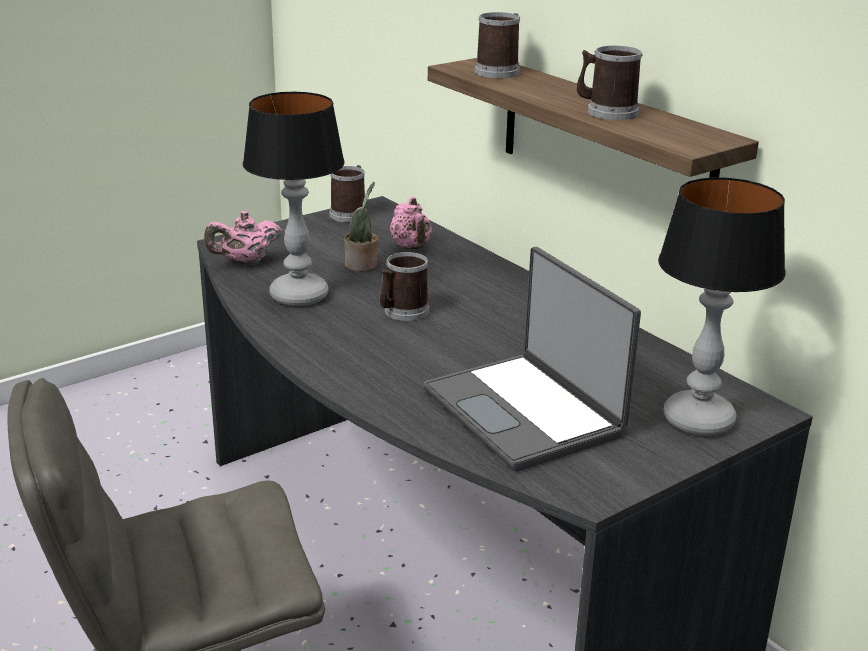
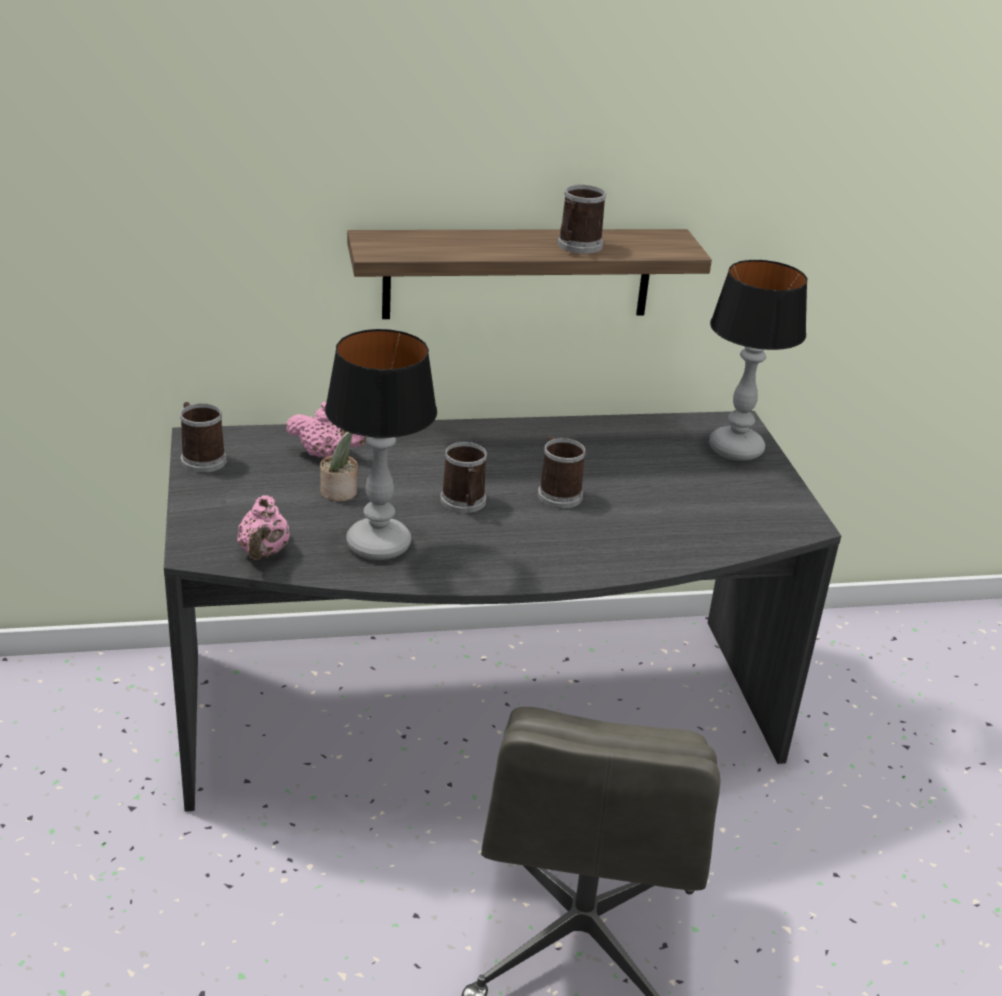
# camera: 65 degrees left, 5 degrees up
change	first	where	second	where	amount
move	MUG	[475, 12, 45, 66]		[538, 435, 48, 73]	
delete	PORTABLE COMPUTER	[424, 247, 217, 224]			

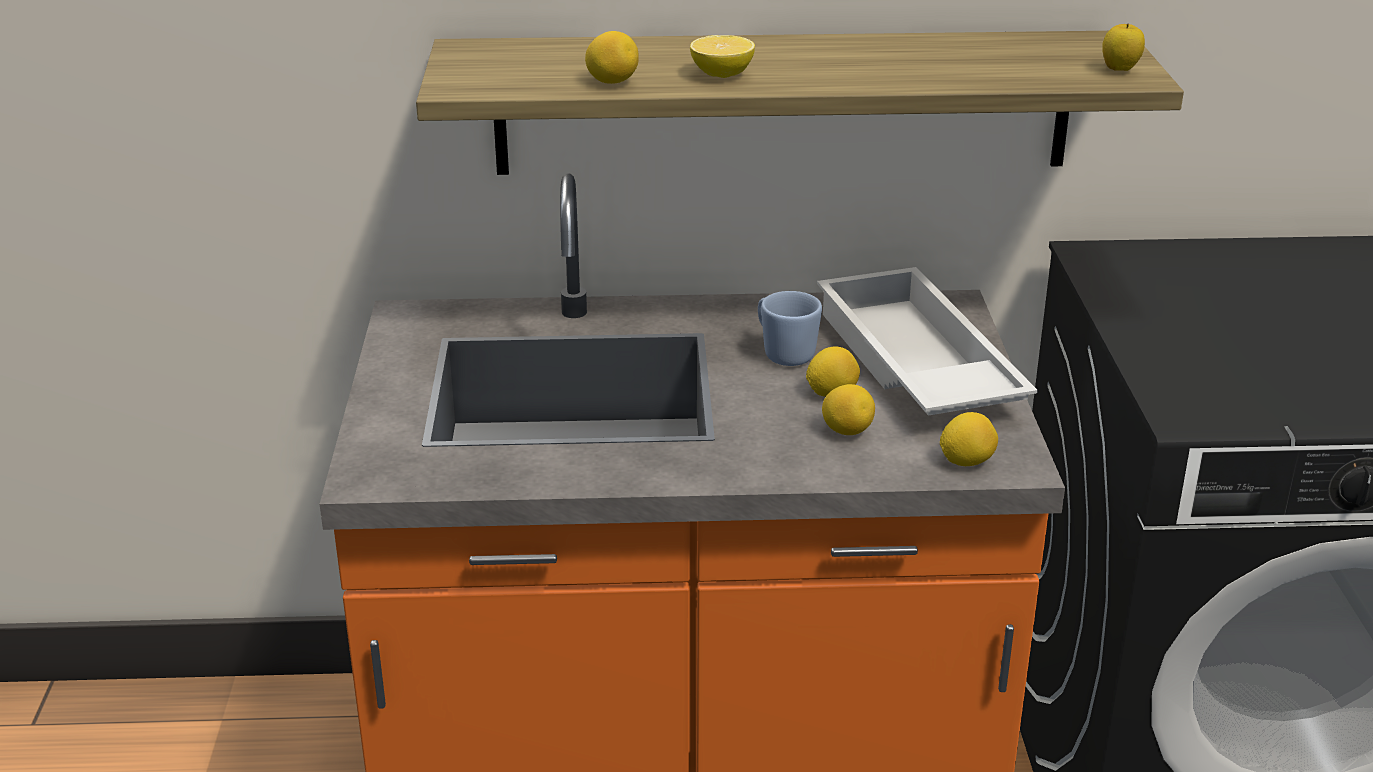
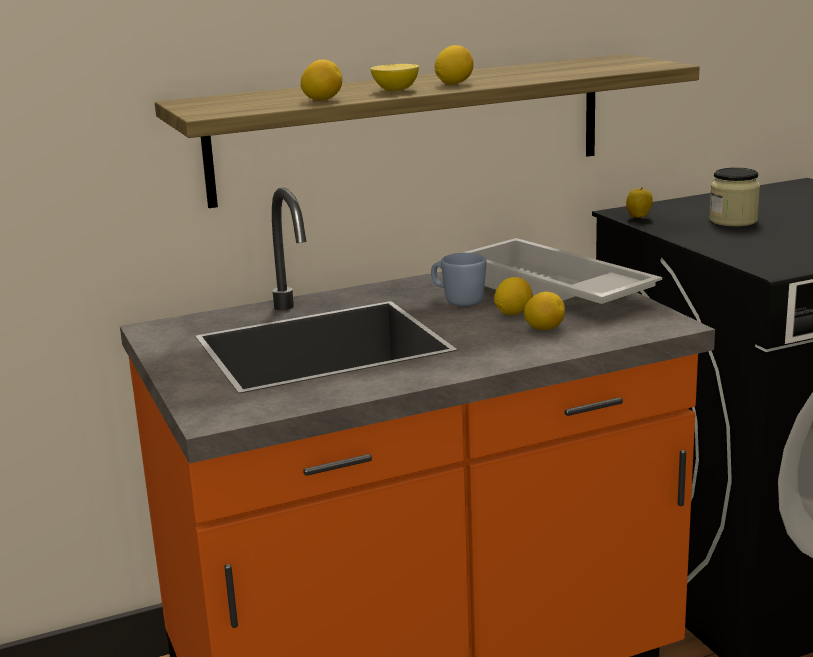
# camera: 20 degrees left, 10 degrees down
change	first	where	second	where	amount
move	APPLE FRUIT	[1102, 24, 43, 47]		[626, 188, 27, 30]	
move	CITRUS FRUIT	[940, 412, 58, 54]		[434, 45, 40, 39]	
insert			JAR	[709, 167, 51, 59]	

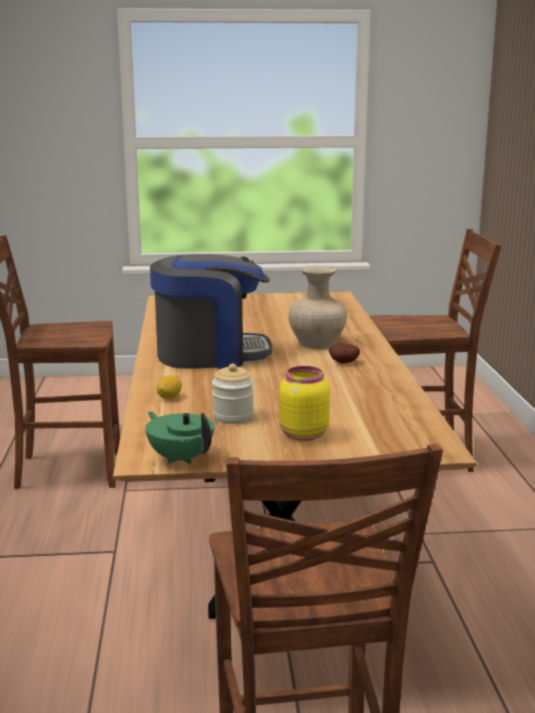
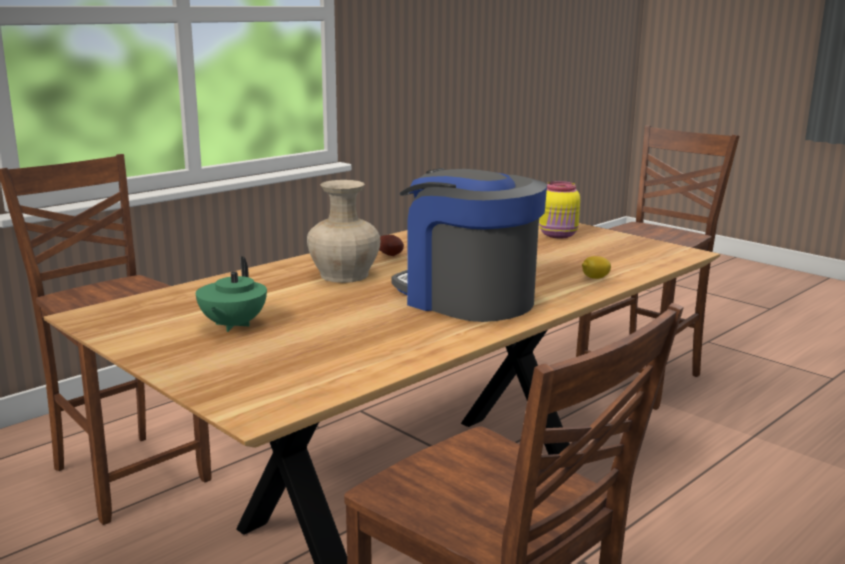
# camera: 130 degrees left, 0 degrees up
change	first	where	second	where	amount
delete	JAR	[212, 363, 42, 61]			
move	GREEN TEAPOT	[146, 411, 68, 53]		[196, 257, 71, 75]	

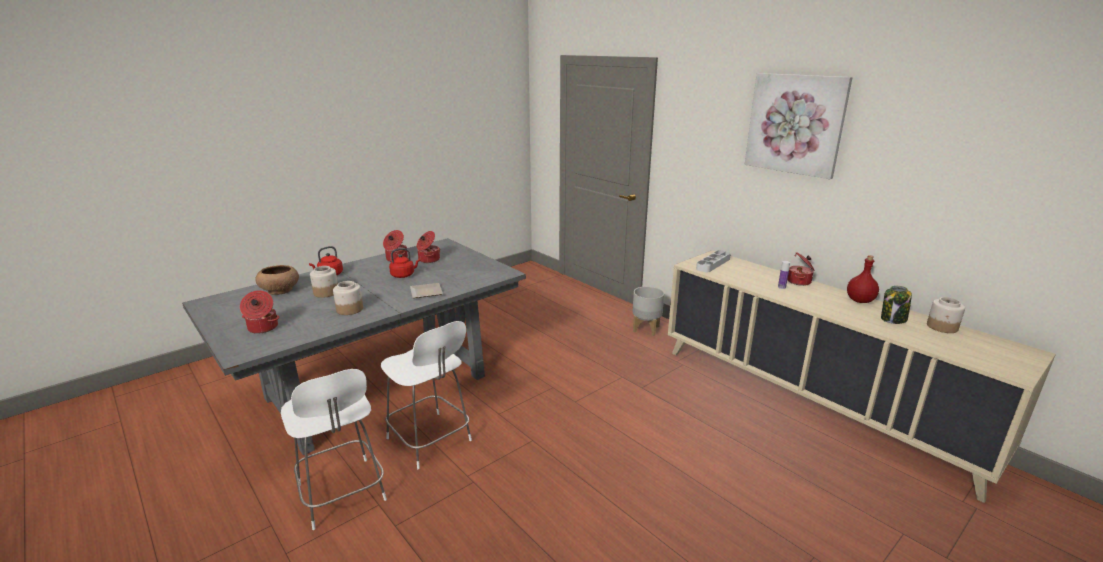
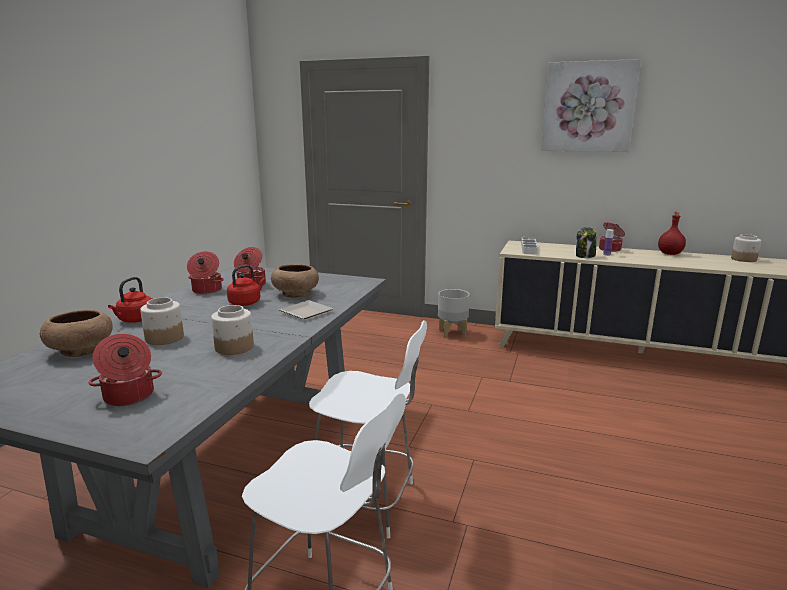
# camera: 30 degrees left, 5 degrees down
change	first	where	second	where	amount
move	JAR	[881, 286, 31, 38]		[576, 227, 21, 31]	
insert			BROWN BOWL	[271, 264, 48, 34]	

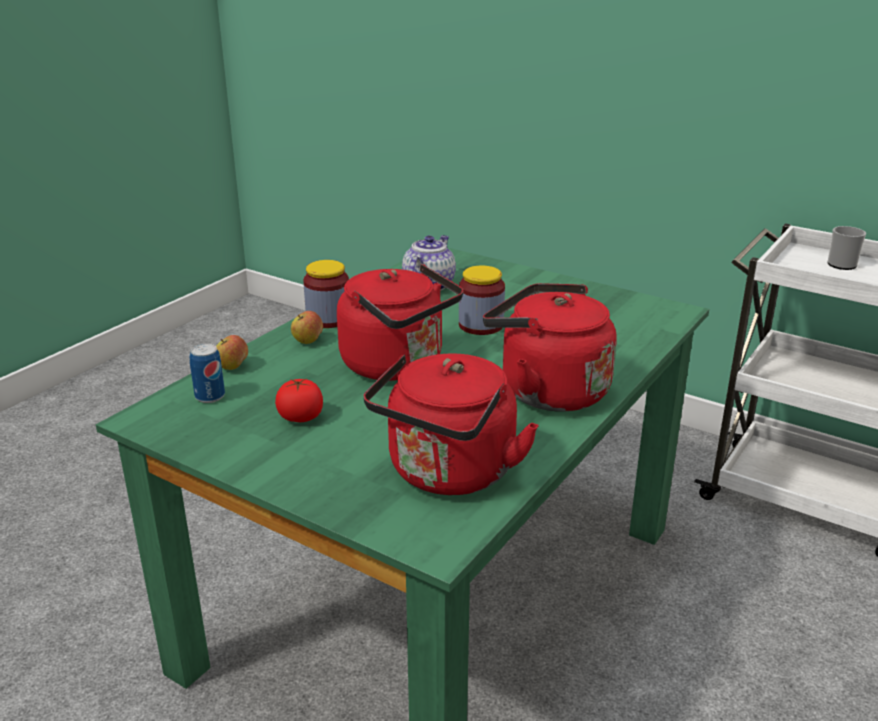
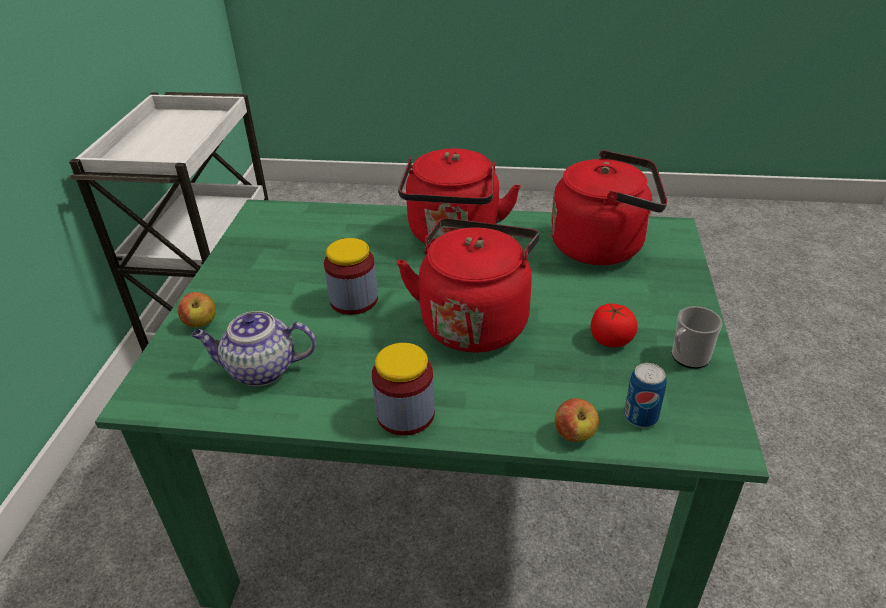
# camera: 115 degrees left, 10 degrees up
change	first	where	second	where	amount
move	MUG	[827, 226, 39, 44]		[672, 306, 51, 63]	
move	APPLE FRUIT	[291, 311, 32, 33]		[178, 292, 38, 35]	

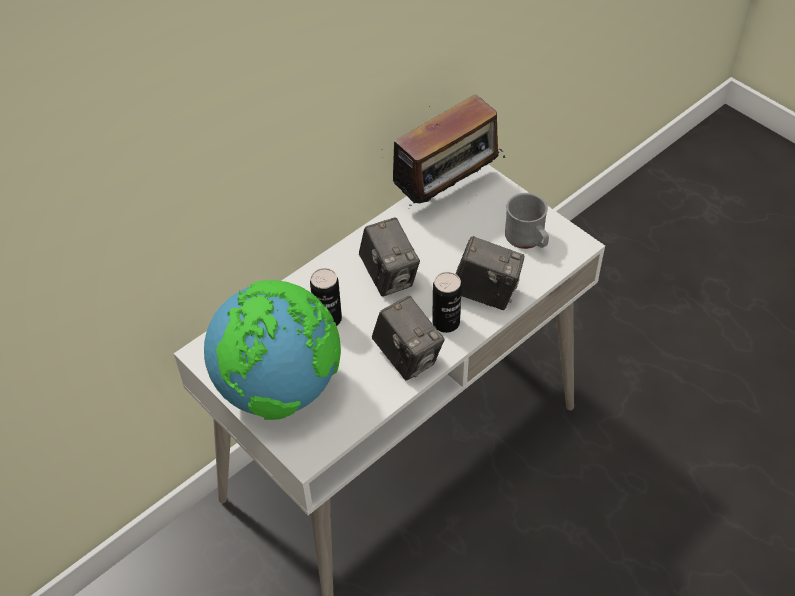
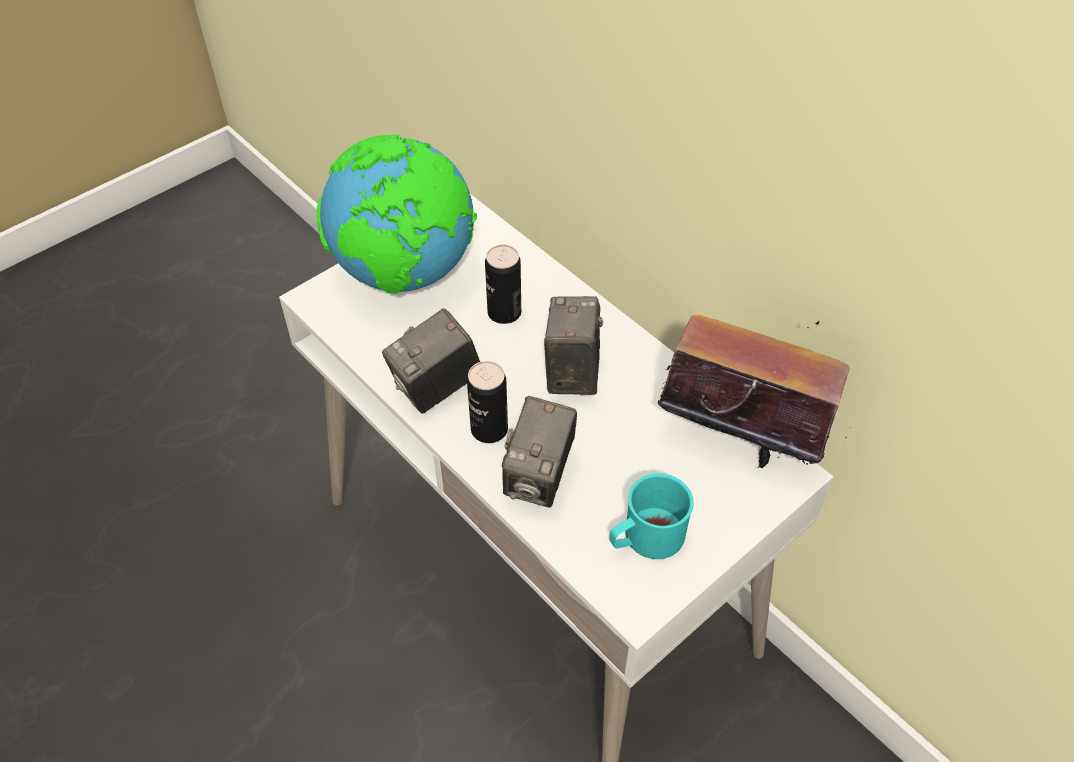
# camera: 90 degrees right, 0 degrees up
change	first	where	second	where	amount
rotate	RADIO RECEIVER	[381, 94, 124, 115]		[658, 315, 192, 153]	150 degrees clockwise
recolor	GREYISH MUG	[505, 193, 44, 56]	TURQUOISE-COLOURED MUG	[609, 473, 85, 86]	
rotate	STILL CAMERA	[359, 217, 61, 80]		[544, 296, 59, 99]	120 degrees clockwise

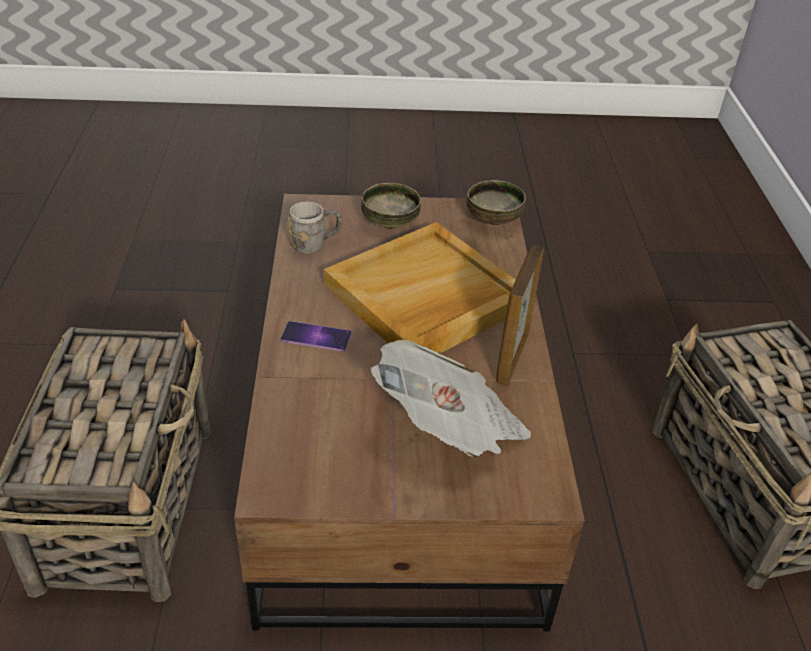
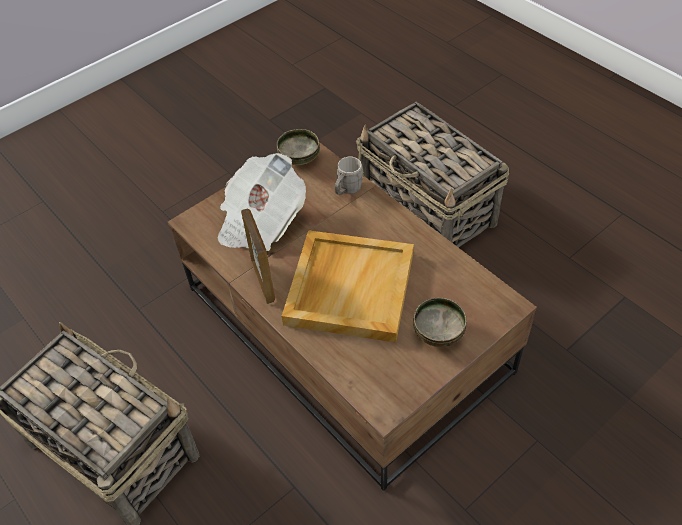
# camera: 145 degrees right, 10 degrees up
change	first	where	second	where	amount
move	BOWL	[467, 180, 59, 45]		[277, 129, 43, 36]	
move	GREYISH MUG	[288, 202, 54, 52]		[335, 157, 28, 38]	
delete	HANDSET	[281, 321, 71, 31]			

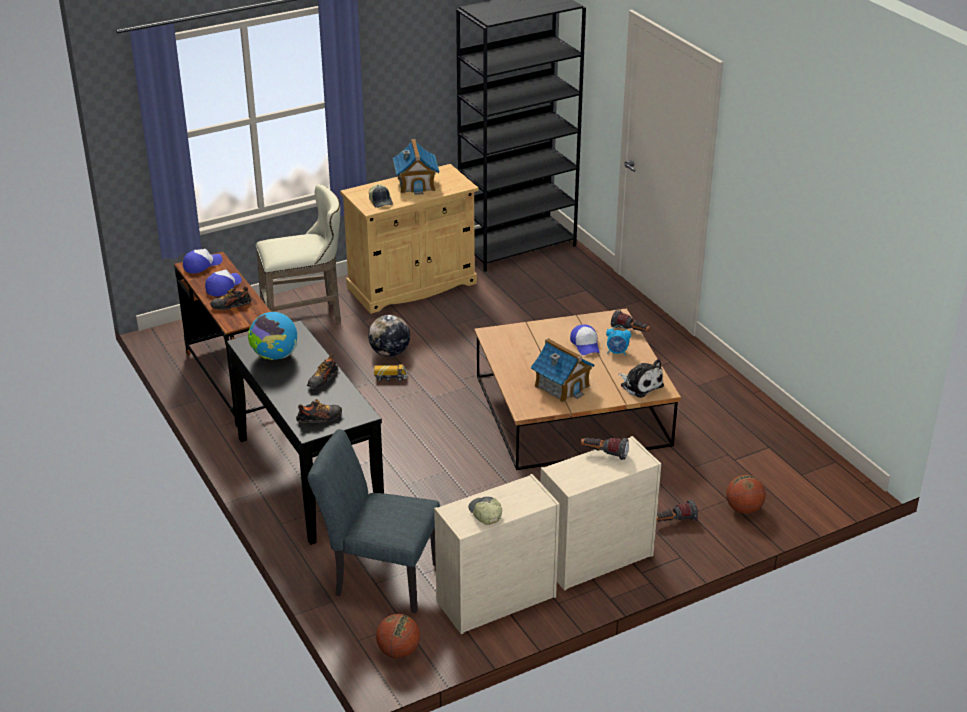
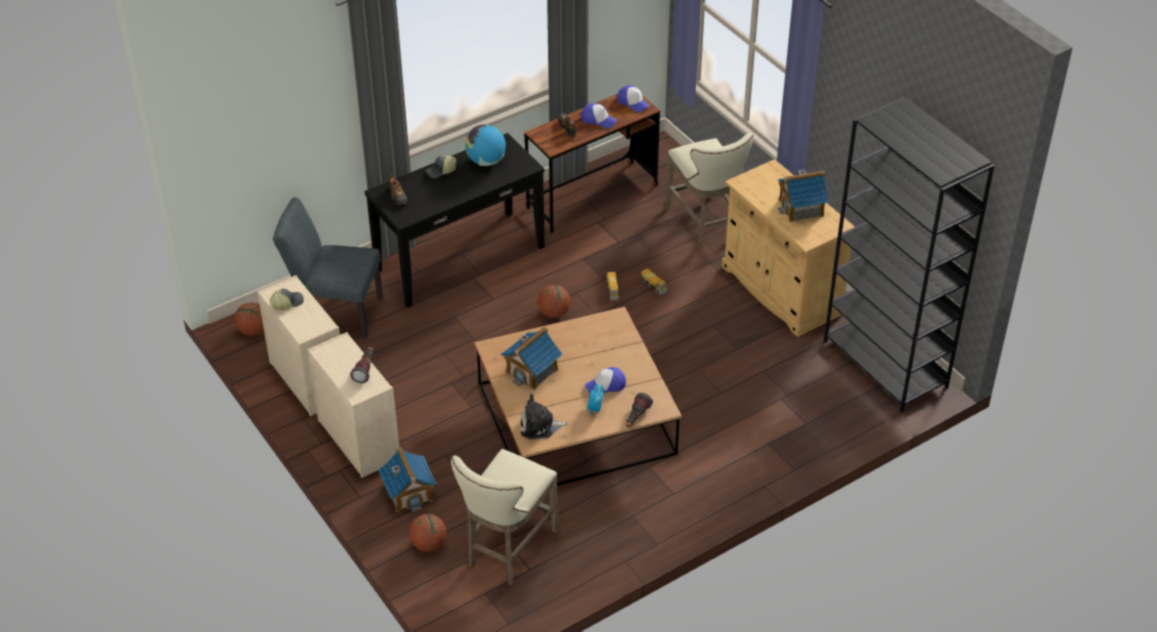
# camera: 85 degrees right, 10 degrees up
change	first	where	second	where	amount
move	CAP	[369, 184, 24, 24]		[426, 155, 30, 23]	
replace	WORLD GLOBE	[368, 315, 42, 42]	MODEL TRUCK	[641, 268, 27, 27]	
delete	ITEM OF FOOTWEAR	[307, 354, 31, 35]			
rotate	CUDDLY TOY	[618, 359, 46, 39]		[520, 394, 48, 45]	45 degrees clockwise
rotate	GREYISH PLAIN CHAIR	[307, 429, 133, 184]		[273, 197, 110, 141]	90 degrees counterclockwise
replace	TORCH	[656, 500, 42, 21]	MODEL HOUSE	[378, 447, 59, 65]	
insert			BASKETBALL	[537, 285, 33, 33]	
insert			BEIGE STOOL	[451, 449, 108, 136]	

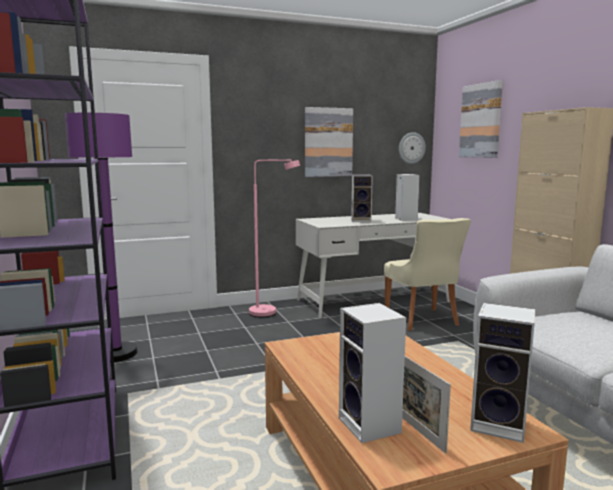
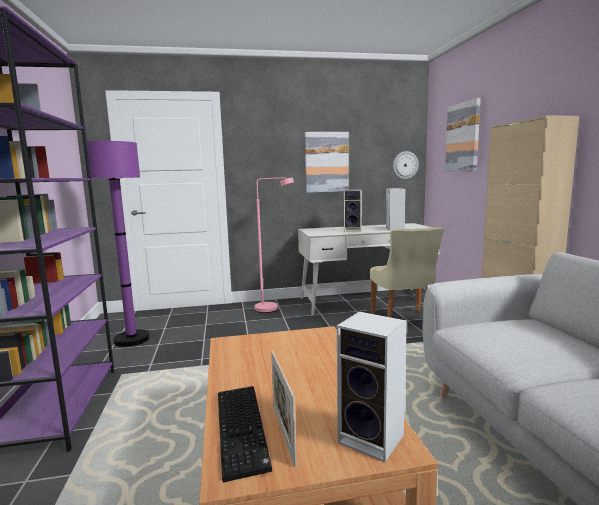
# camera: 10 degrees right, 0 degrees up
change	first	where	second	where	amount
replace	SPEAKER	[339, 303, 67, 140]	KEYBOARD	[218, 386, 54, 96]	

